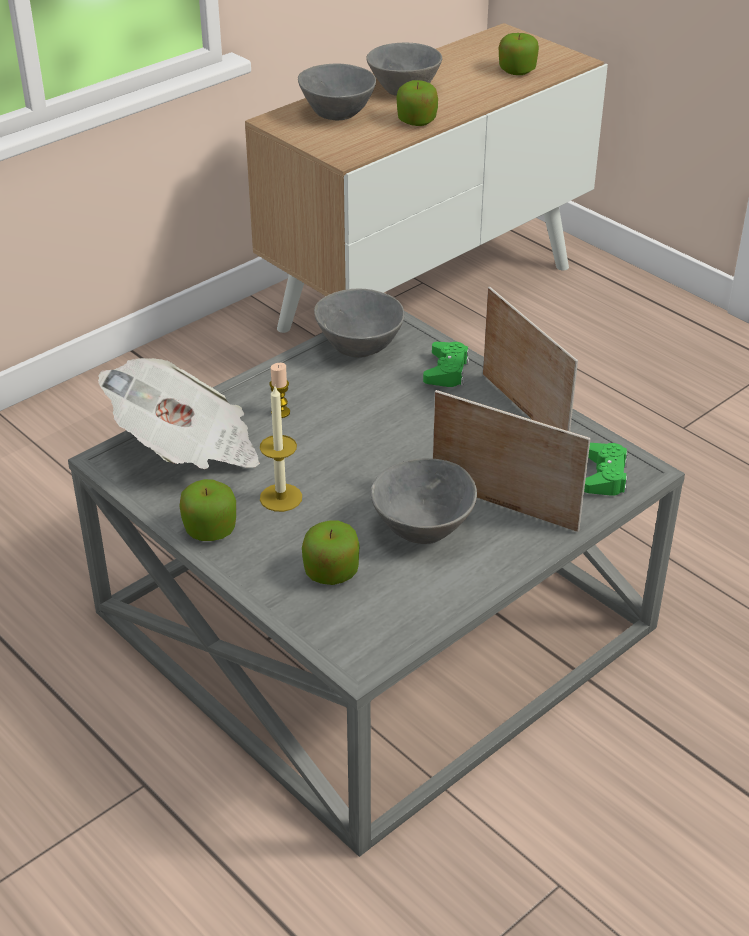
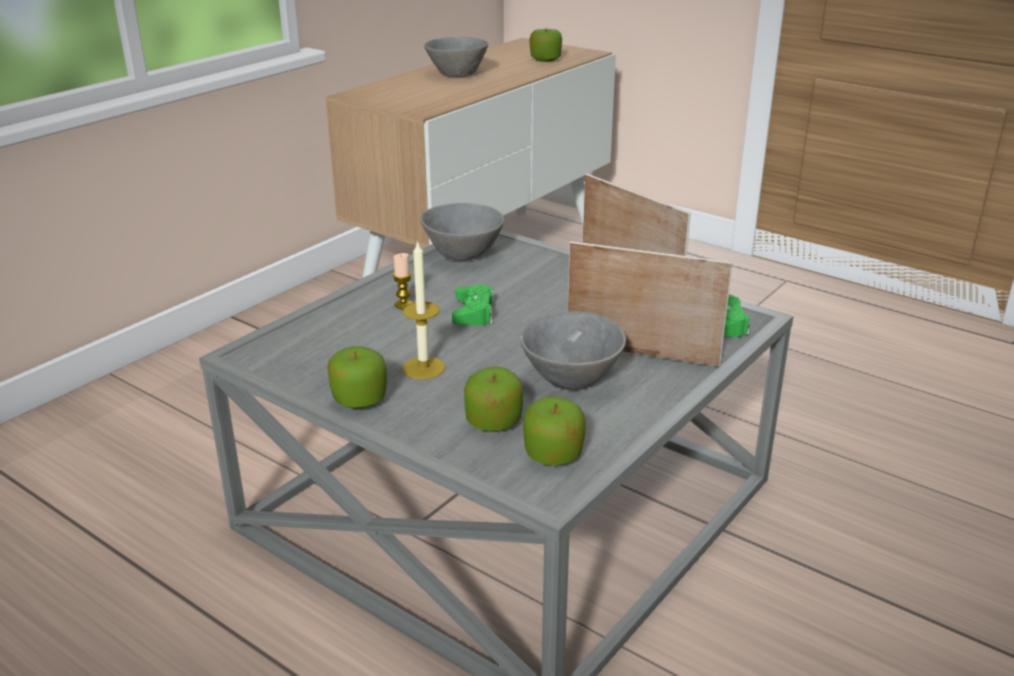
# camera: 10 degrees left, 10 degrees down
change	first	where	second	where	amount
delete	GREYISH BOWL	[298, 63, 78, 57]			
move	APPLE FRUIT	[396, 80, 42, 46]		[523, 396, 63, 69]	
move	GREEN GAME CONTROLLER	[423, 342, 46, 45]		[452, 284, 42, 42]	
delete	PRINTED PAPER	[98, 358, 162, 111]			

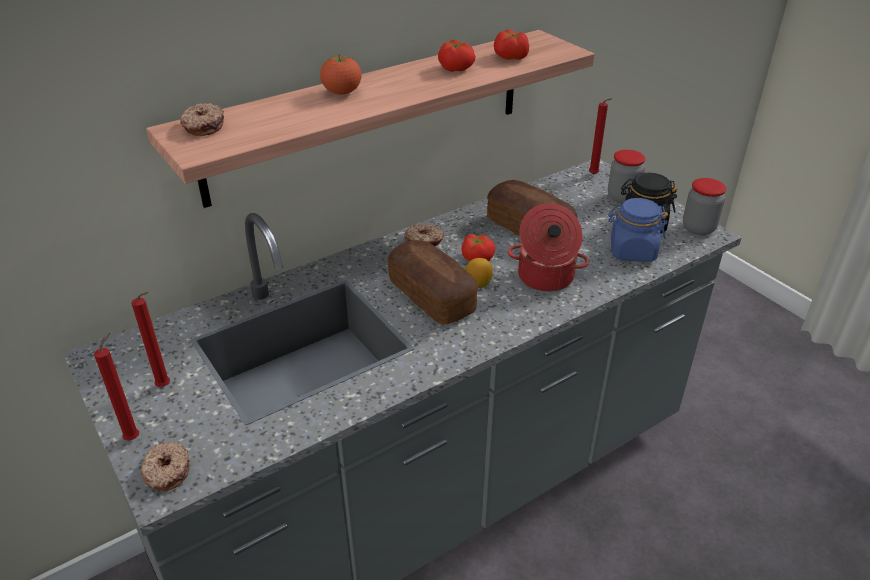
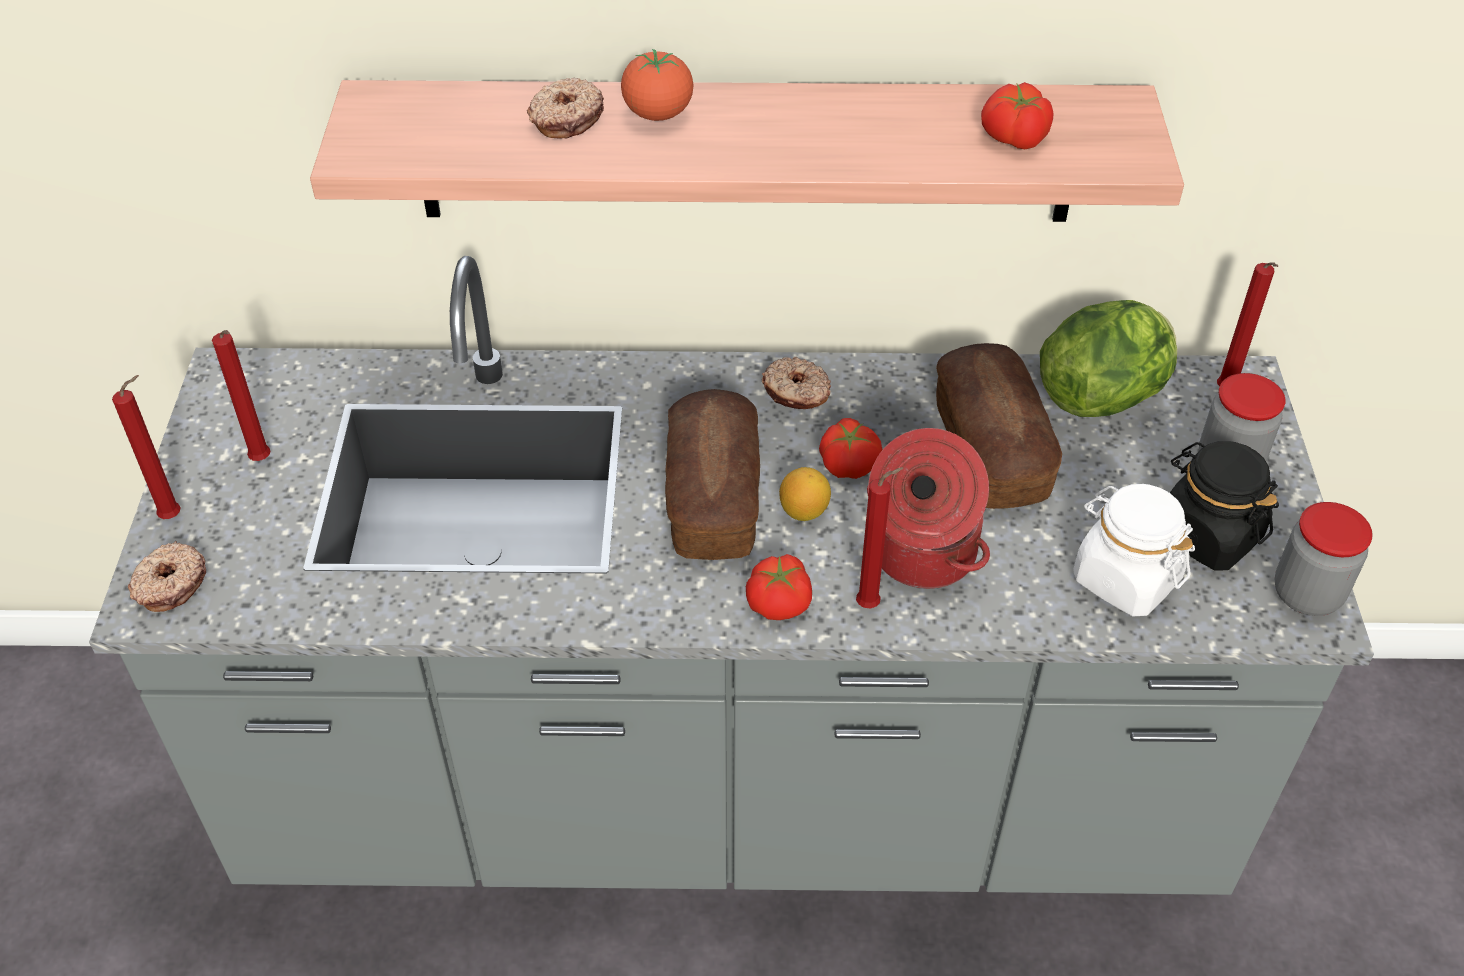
# camera: 35 degrees right, 10 degrees up
change	first	where	second	where	amount
move	TOMATO	[438, 40, 38, 32]		[746, 554, 66, 66]	
move	DOUGHNUT	[180, 103, 44, 33]		[527, 77, 77, 62]	
recolor	BLUISH JAR	[608, 198, 60, 64]	WHITE-COLOURED JAR	[1073, 484, 122, 132]	
insert			LETTUCE HEAD	[1040, 300, 137, 117]	
insert			REDDISH CANDLE	[856, 467, 47, 141]	

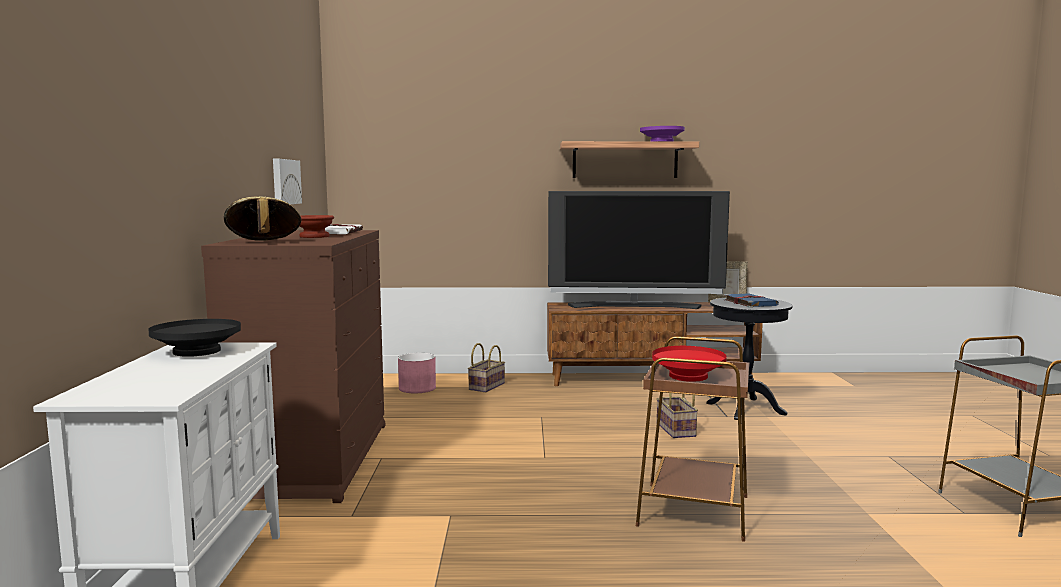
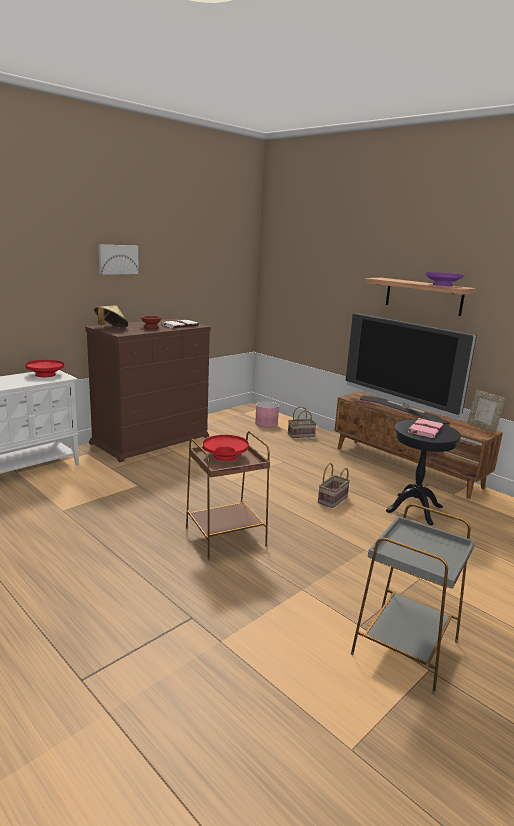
# camera: 45 degrees right, 10 degrees up
change	first	where	second	where	amount
move	WALL PICTURE	[273, 159, 29, 46]		[98, 244, 41, 31]	
recolor	BLUISH BOUND BOOK	[723, 293, 56, 15]	PINKISH BOUND BOOK	[408, 418, 36, 20]	
recolor	BLACKISH BOWL	[148, 319, 93, 38]	REDDISH BOWL	[25, 360, 39, 17]	

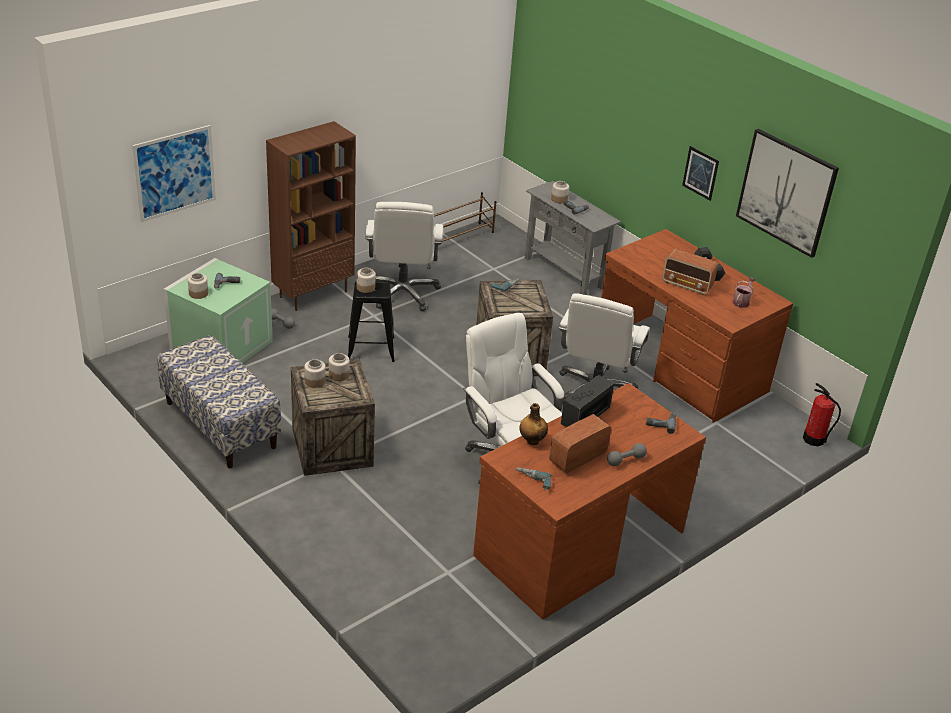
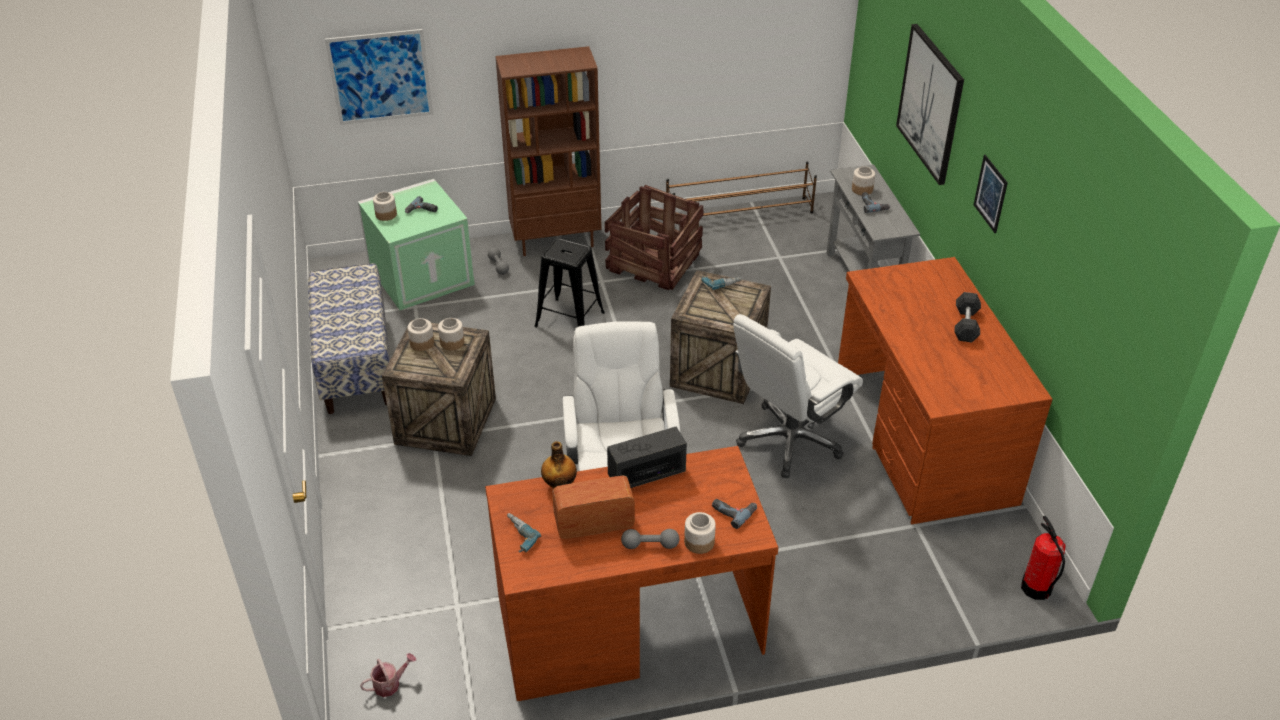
# camera: 30 degrees right, 5 degrees up
change	first	where	second	where	amount
move	WALL PICTURE	[736, 129, 103, 129]		[896, 24, 68, 161]	
replace	WHITE-COLOURED DESK CHAIR	[365, 202, 78, 109]	SHIPPING CRATE	[605, 185, 98, 105]	
delete	RADIO RECEIVER	[662, 249, 56, 46]			
move	JAR	[357, 268, 19, 25]		[684, 512, 32, 42]	
move	WATERING POT	[732, 277, 23, 31]		[360, 653, 56, 44]	

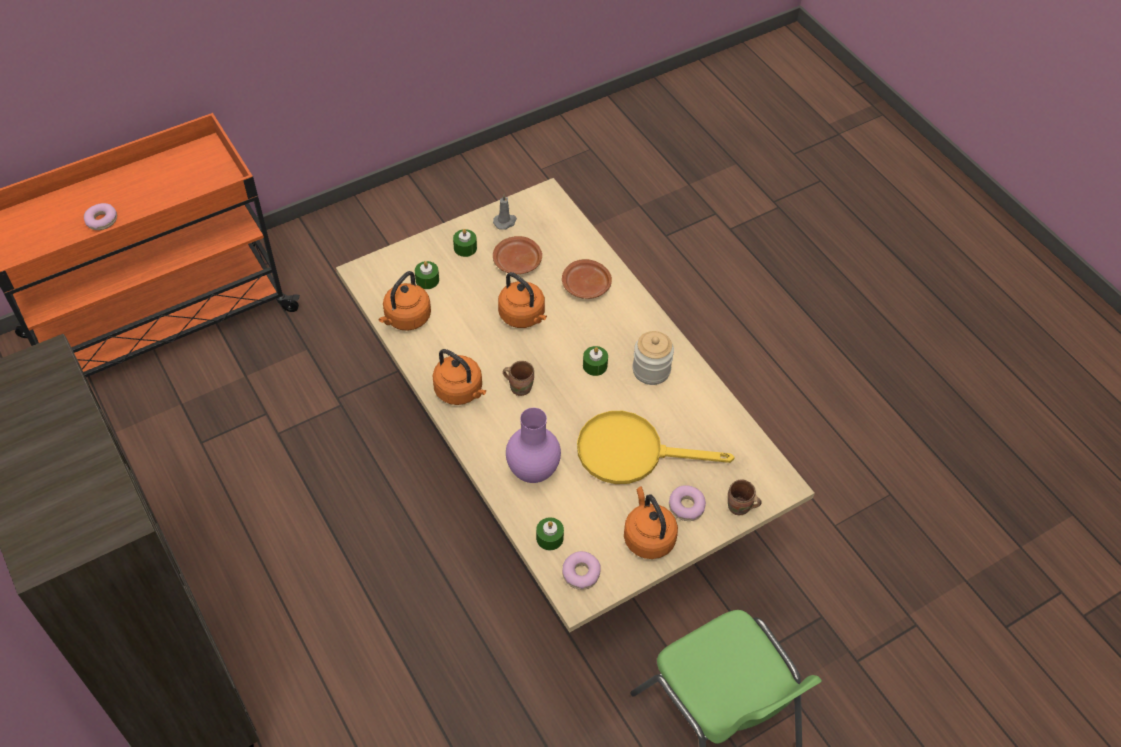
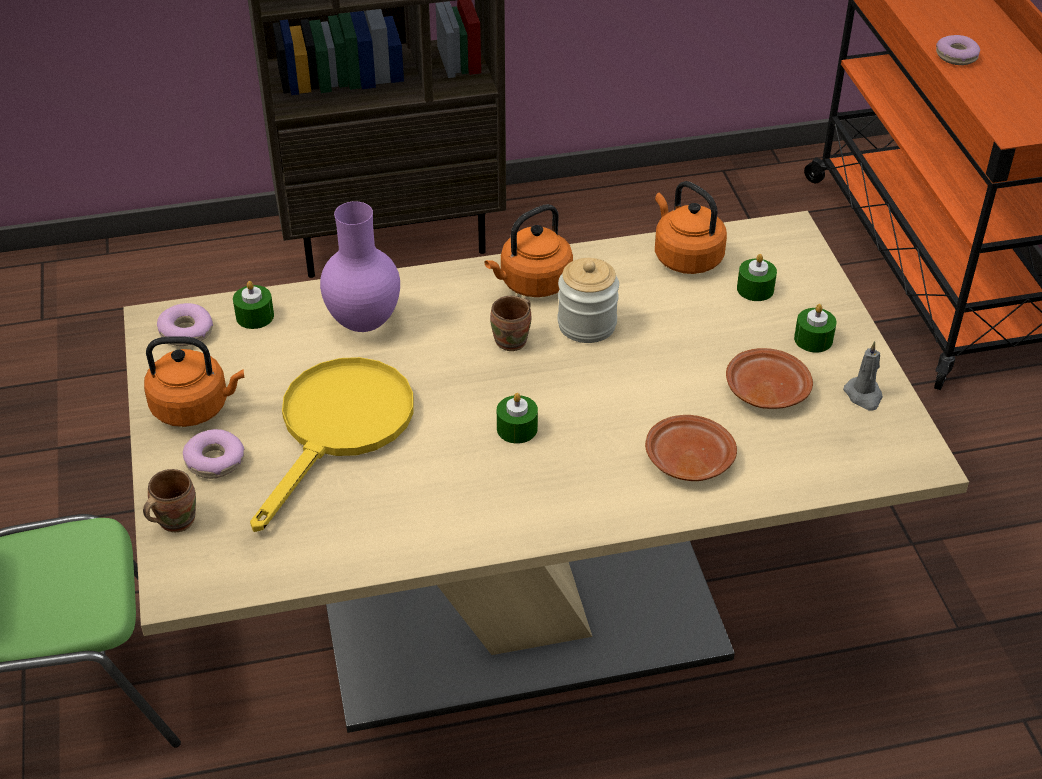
# camera: 110 degrees right, 10 degrees down
change	first	where	second	where	amount
delete	ORANGE-COLOURED KETTLE	[498, 272, 49, 56]			
move	JAR	[632, 331, 42, 54]		[558, 258, 61, 85]	

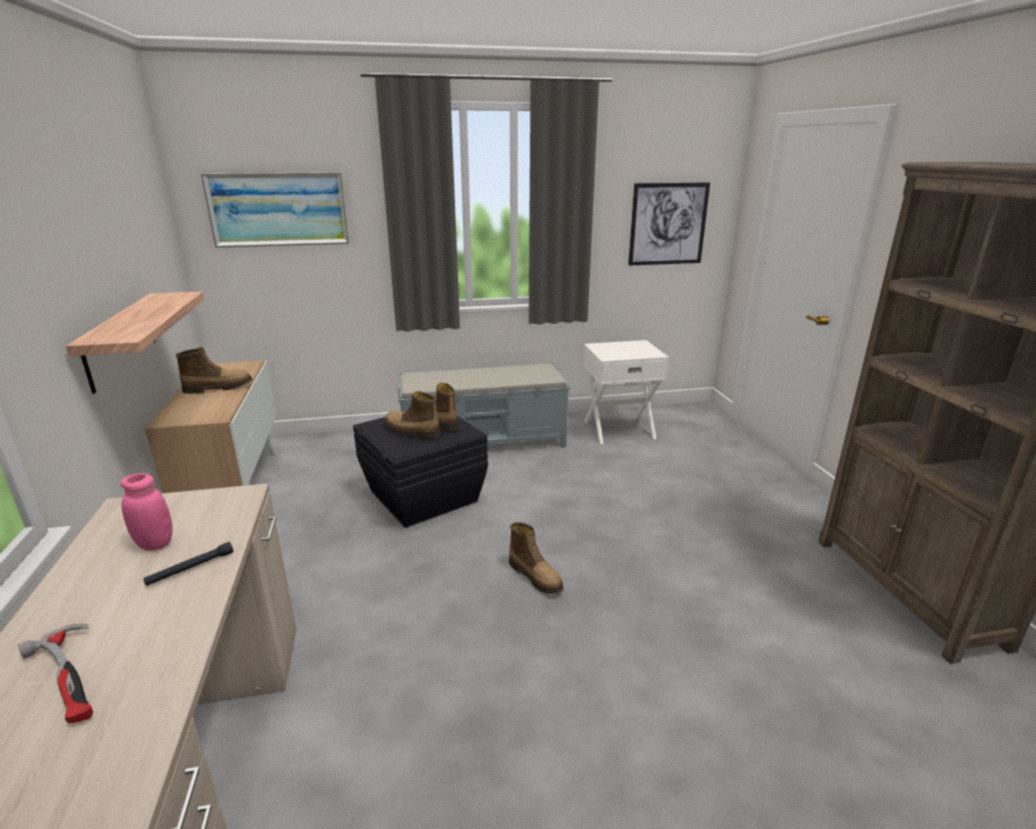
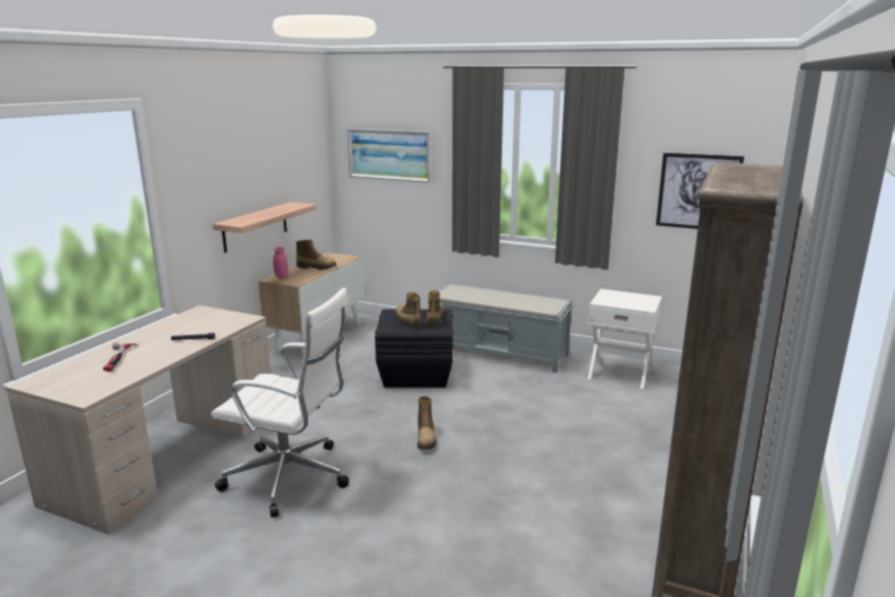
# camera: 35 degrees right, 5 degrees down
change	first	where	second	where	amount
move	PINKISH JAR	[121, 473, 52, 78]		[273, 247, 15, 31]	
insert			WHITE-COLOURED DESK CHAIR	[211, 288, 138, 229]	

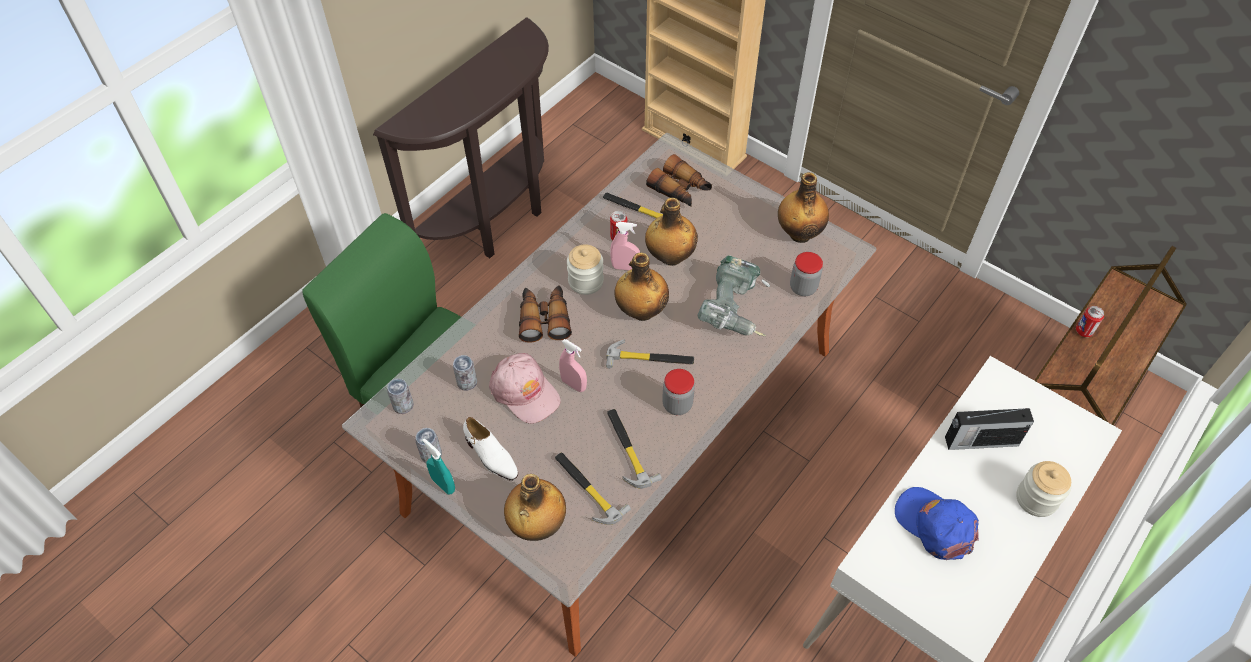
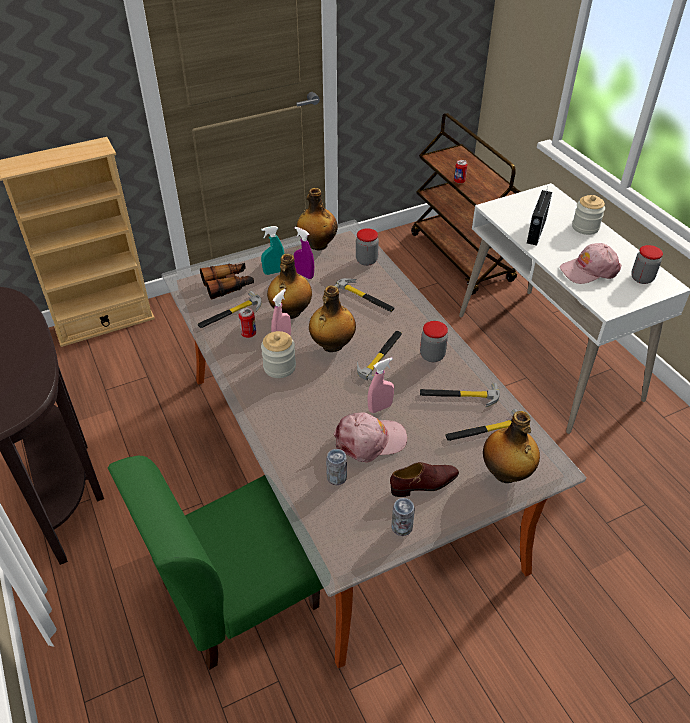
# camera: 65 degrees left, 10 degrees down
change	first	where	second	where	amount
replace	DRILL	[697, 255, 73, 81]	HAND HAMMER	[334, 278, 60, 34]	
delete	PAIR OF BINOCULARS	[519, 286, 53, 56]			
delete	CAN	[387, 378, 27, 36]			
recolor	WHITE-COLOURED ITEM OF FOOTWEAR	[463, 417, 55, 64]	BROWN ITEM OF FOOTWEAR	[390, 462, 69, 35]	
move	TURQUOISE-COLOURED SPRAYER	[422, 438, 33, 57]		[261, 226, 23, 49]	
recolor	BLUISH CAP	[895, 487, 84, 73]	PINKISH CAP	[560, 243, 62, 41]	
insert			PURPLISH SPRAYER	[294, 227, 20, 52]	
insert			JAR	[631, 245, 32, 39]	

